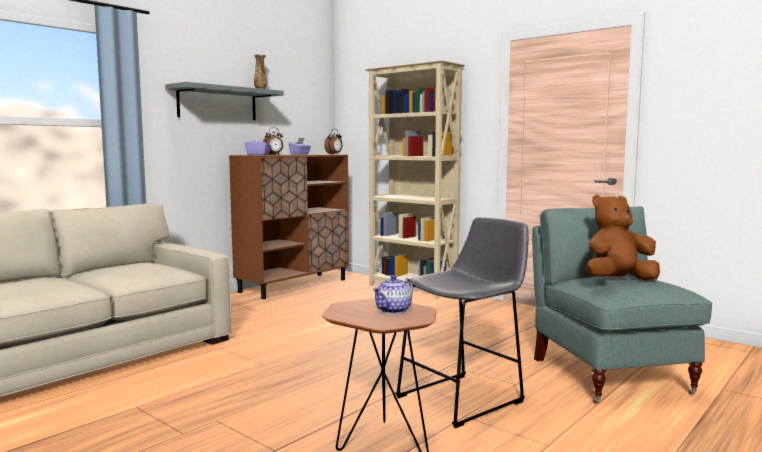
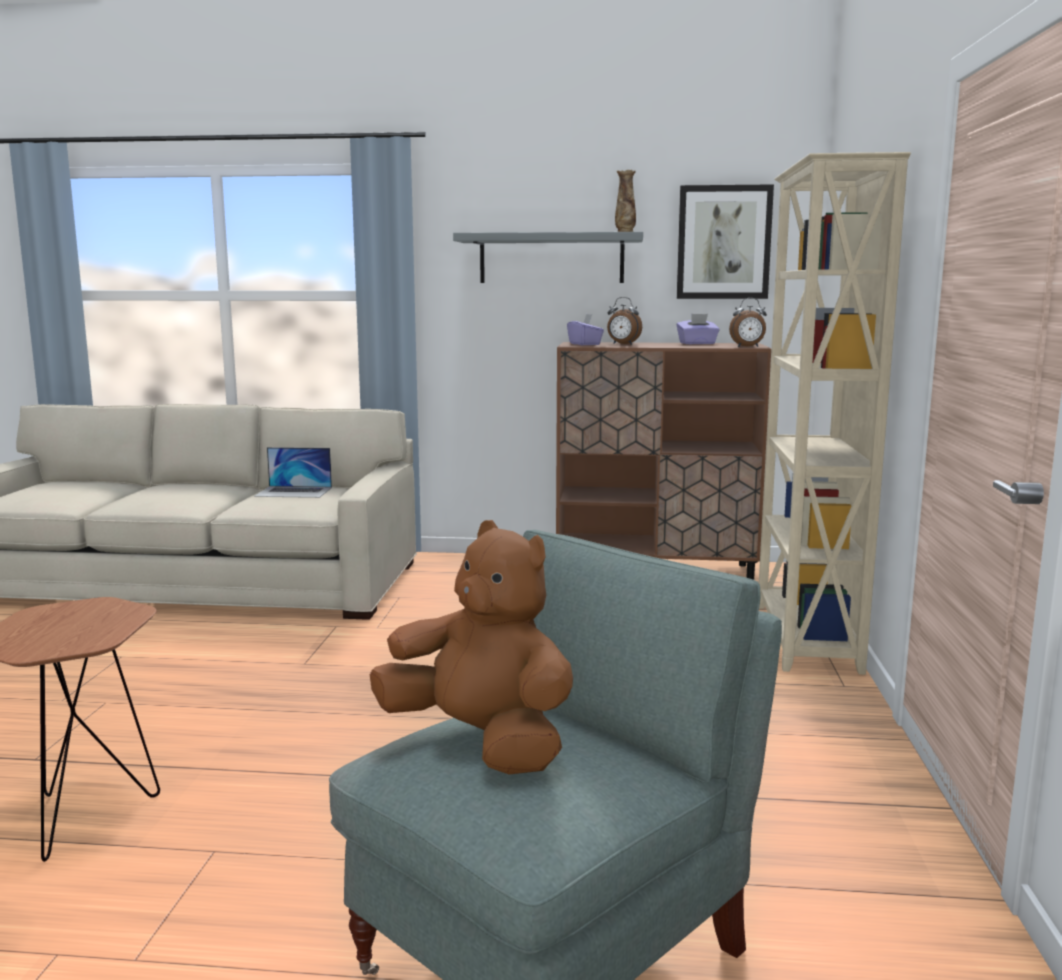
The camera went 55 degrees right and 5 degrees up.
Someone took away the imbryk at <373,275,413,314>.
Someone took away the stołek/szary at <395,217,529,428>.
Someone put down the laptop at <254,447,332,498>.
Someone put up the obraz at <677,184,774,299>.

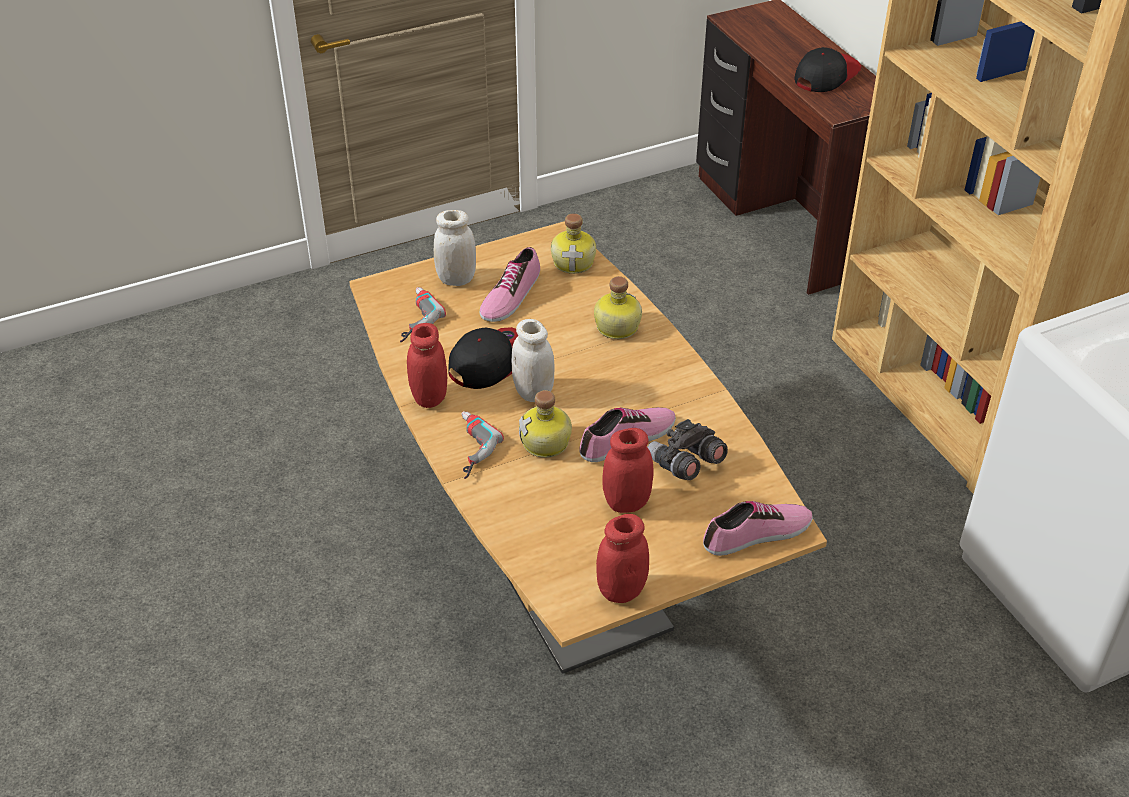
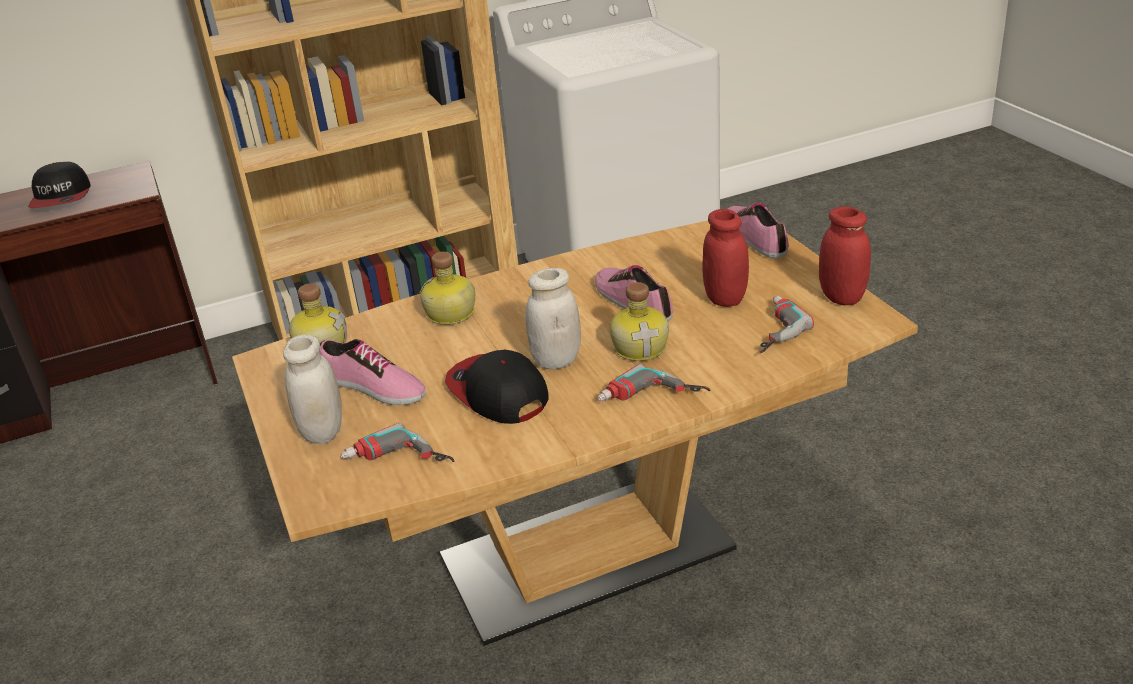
The camera went 85 degrees left and 10 degrees down.
Someone took away the słoik/czerwony at <407,323,447,408>.
Someone took away the lornetka/szary at <647,419,728,480>.
Someone put down the wiertarka at <759,296,814,353>.
Someone rotated the czapka z daszkiem at <794,47,861,92> by 150 degrees counterclockwise.

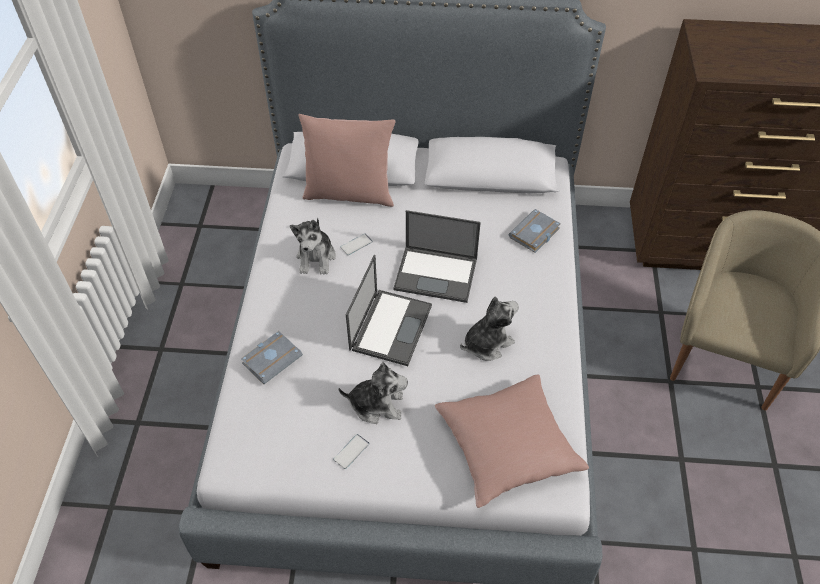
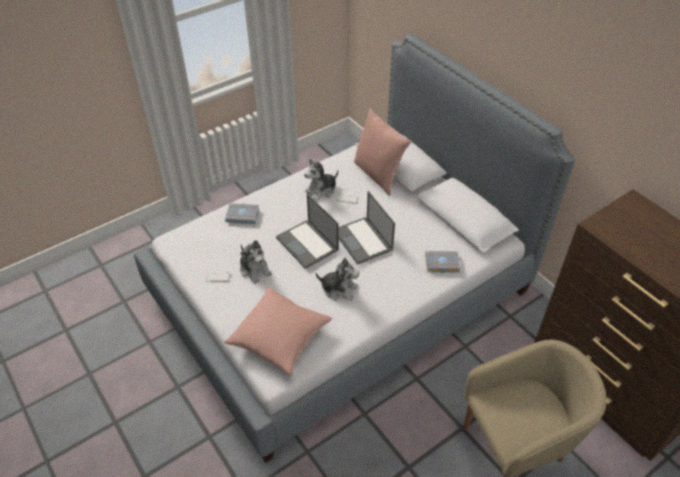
The camera went 50 degrees right and 5 degrees down.
Someone rotated the laptop at <346,255,432,366> by 75 degrees clockwise.

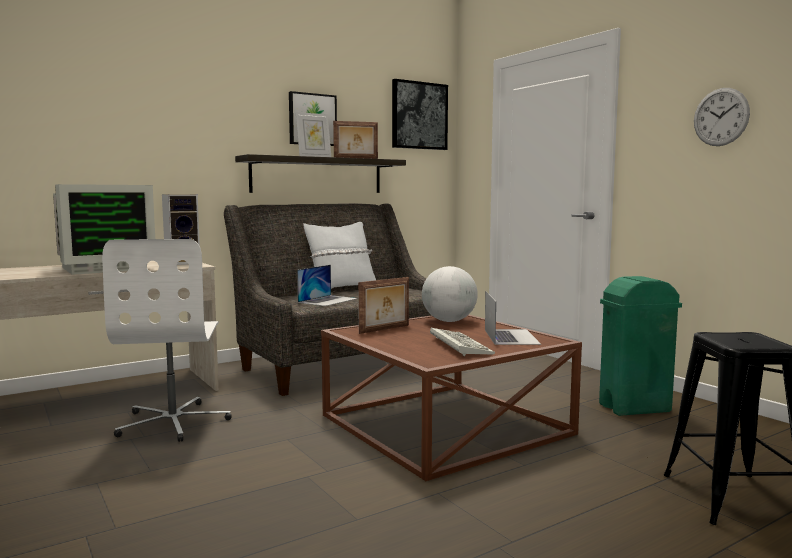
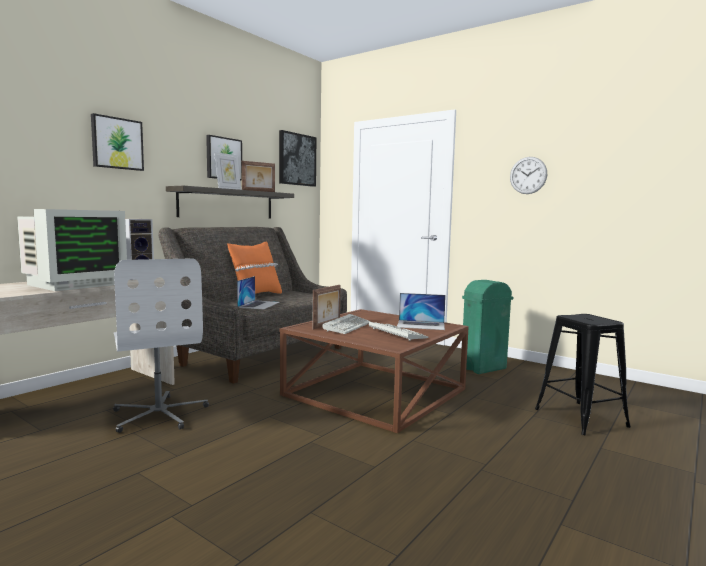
The camera went 20 degrees left and 0 degrees up.
Someone took away the globus at <422,266,478,322>.
Someone put up the obraz at <91,113,144,171>.
Someone put down the klawiatura at <322,314,371,334>.
Someone repainted the poduszka/biały at <303,222,376,289>, which became the poduszka/pomarańczowy at <227,242,282,294>.
Someone rotated the laptop at <485,291,541,345> by 120 degrees clockwise.

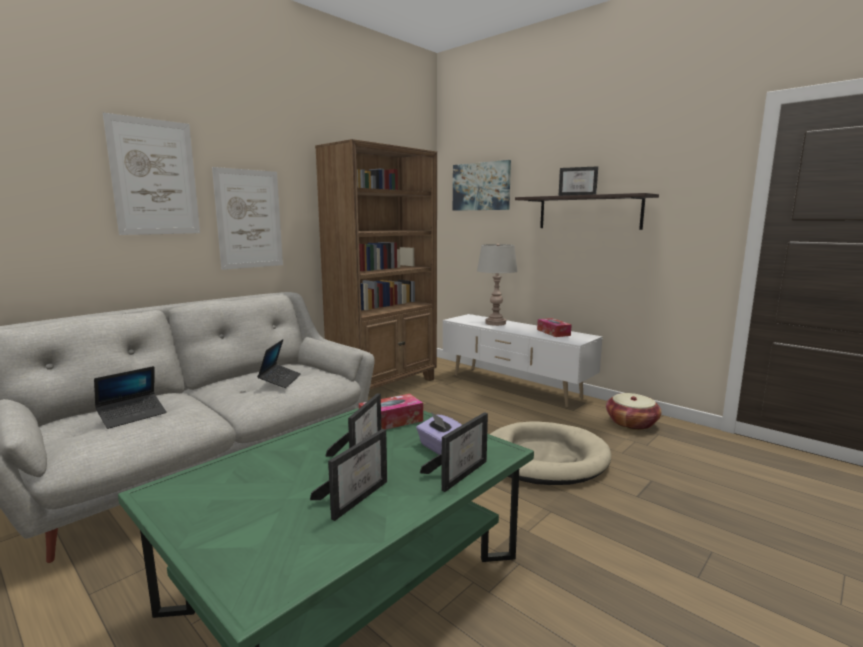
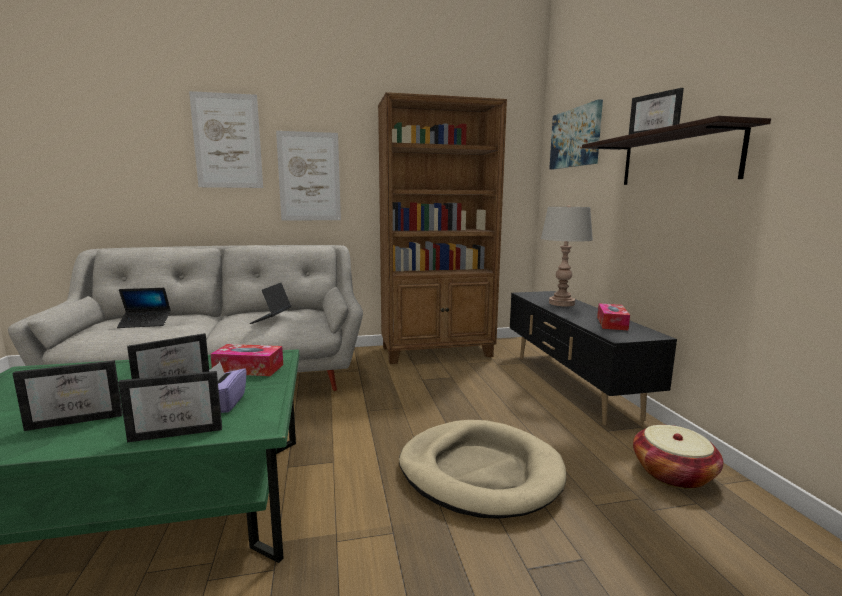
The camera went 35 degrees right and 0 degrees up.
Someone repainted the szafka pod telewizor/biały at <443,314,603,407>, which became the szafka pod telewizor/czarny at <510,291,677,425>.
Someone rotated the laptop at <257,339,301,388> by 150 degrees clockwise.

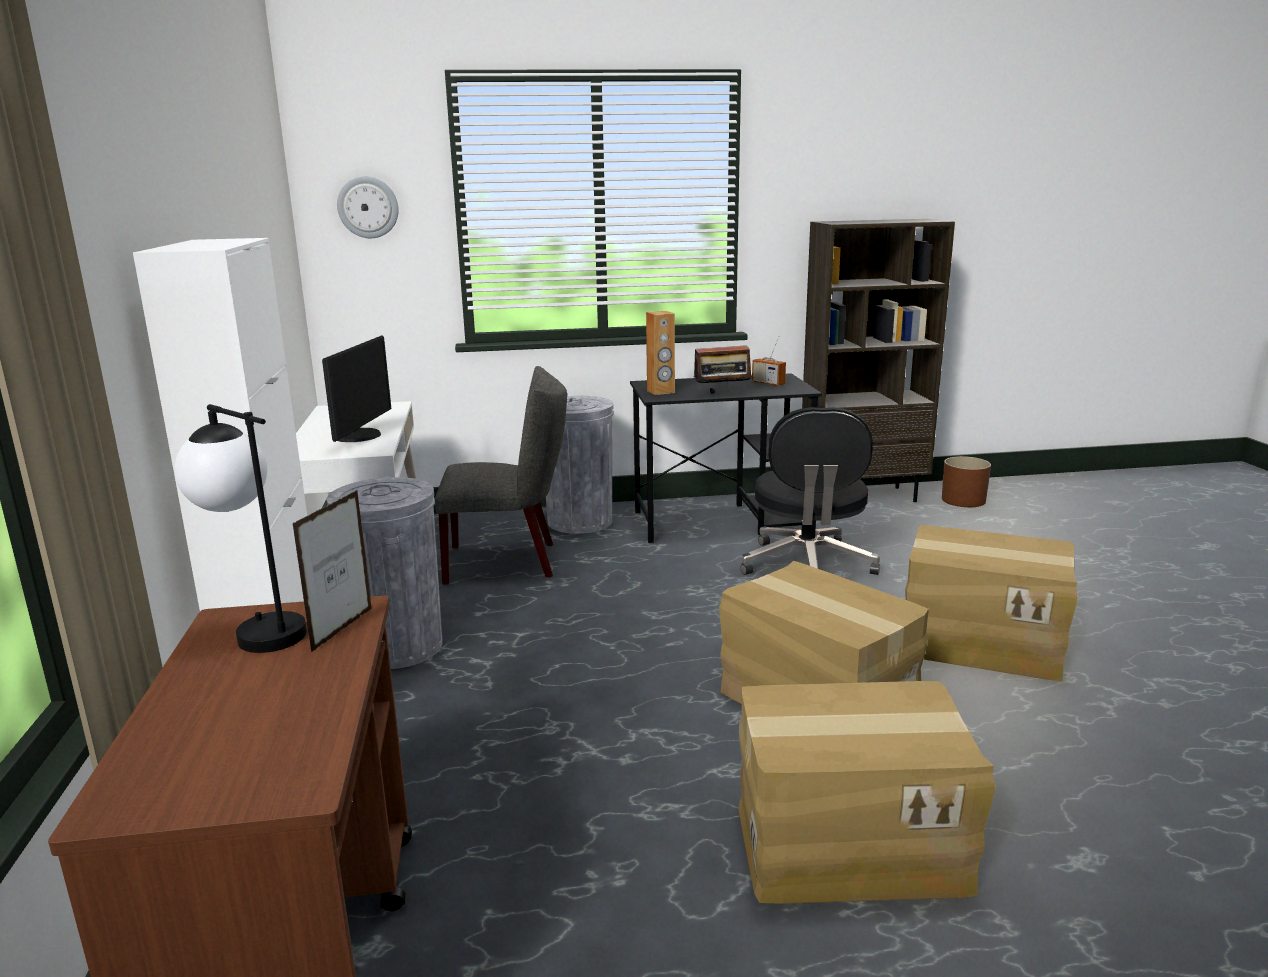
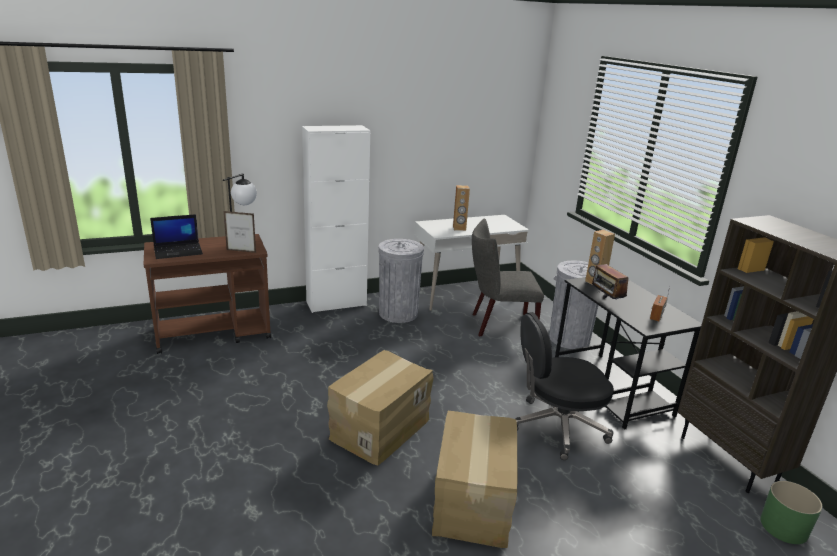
The camera went 75 degrees right and 5 degrees up.
Someone took away the zegar ścienny at <337,176,399,238>.
Someone took away the karton at <739,681,996,904>.
Someone put down the laptop at <150,214,203,259>.
Someone swapped the monitor at <322,336,391,442> for the głośnik/brązowy at <453,185,470,231>.
Someone repainted the donica/brązowy at <942,456,991,507>, which became the donica/zielony at <761,481,823,544>.
Someone rotated the krzesło/szary at <435,366,567,585> by 105 degrees clockwise.

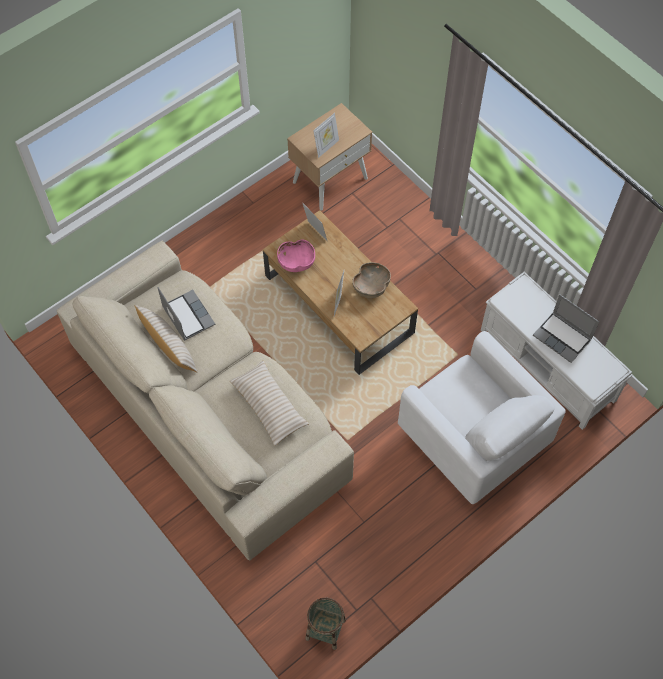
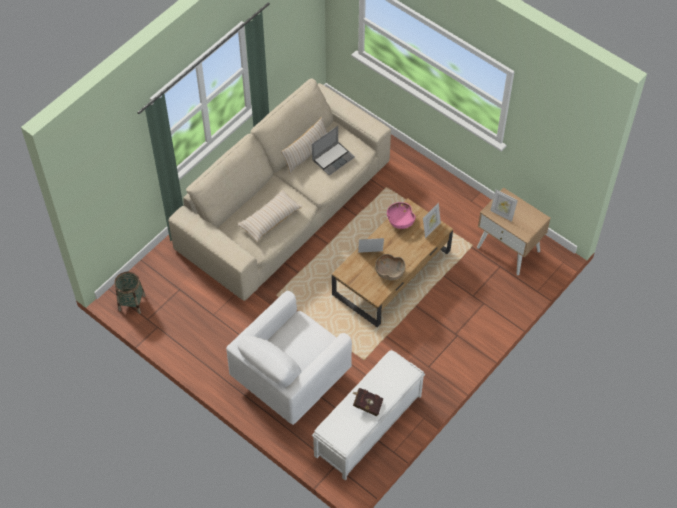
The camera went 80 degrees right and 5 degrees down.
Someone swapped the laptop at <533,294,599,363> for the książka/czerwony at <352,388,383,416>.

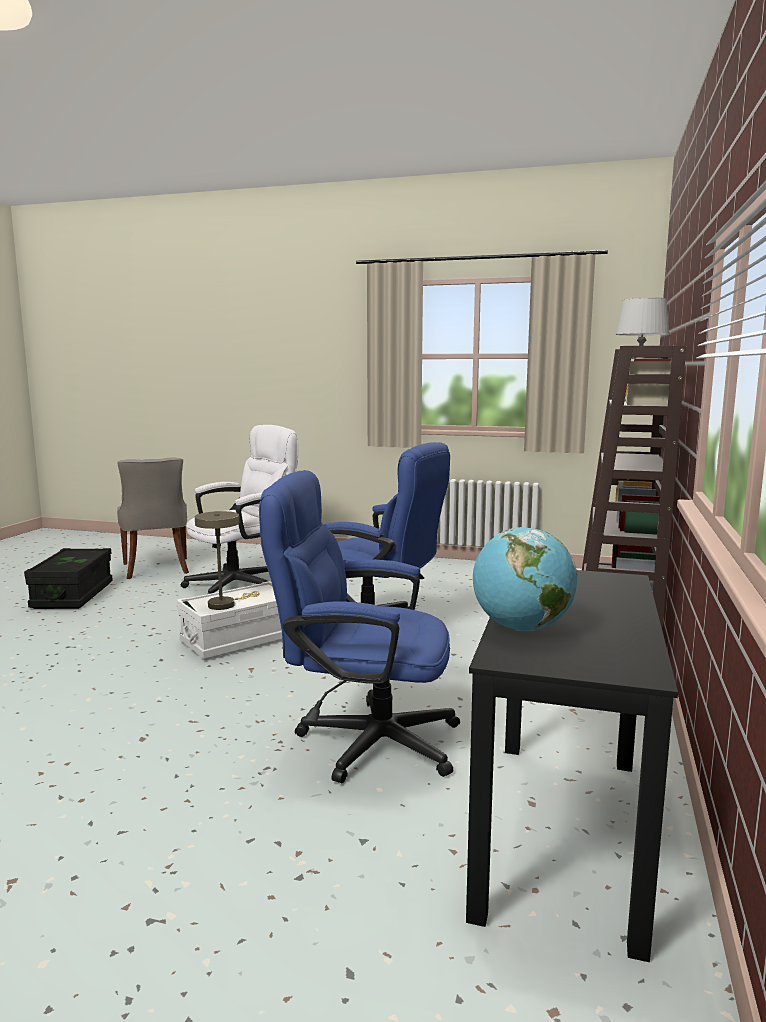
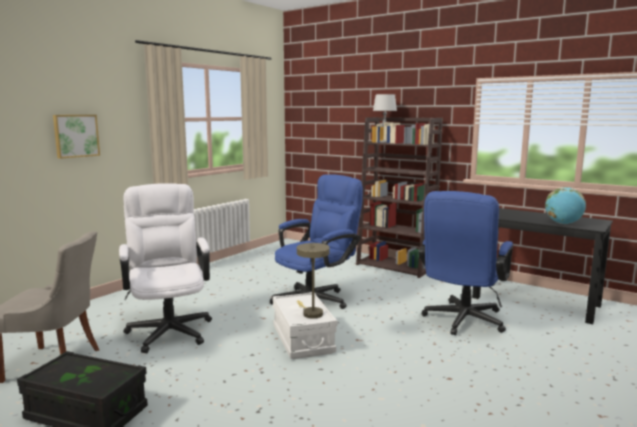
The camera went 70 degrees left and 0 degrees up.
Someone put up the obraz at <53,115,100,159>.

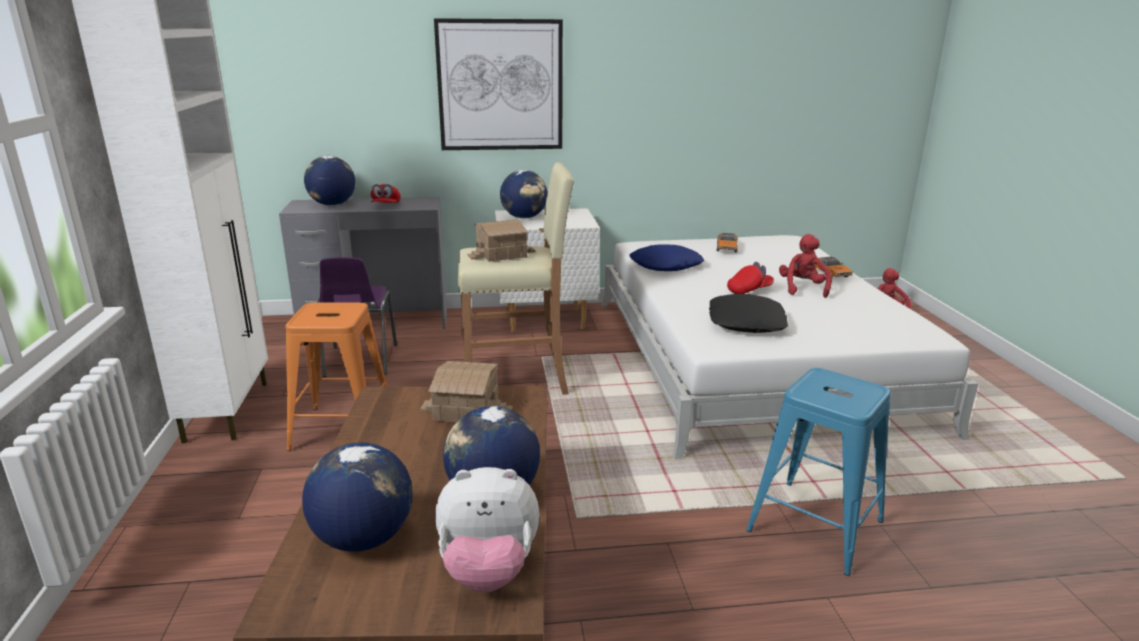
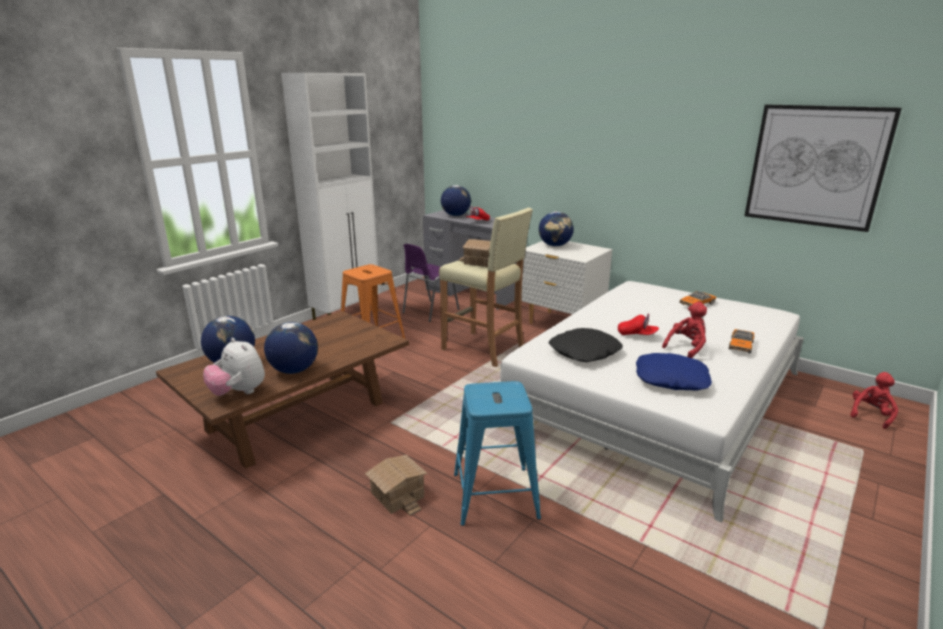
The camera went 45 degrees right and 0 degrees up.
Someone carried the domek from <420,361,513,422> to <365,455,427,516>.
Someone carried the obraz from <434,18,563,150> to <744,104,902,232>.
Someone carried the poduszka/niebieski from <629,244,704,271> to <636,353,712,391>.

